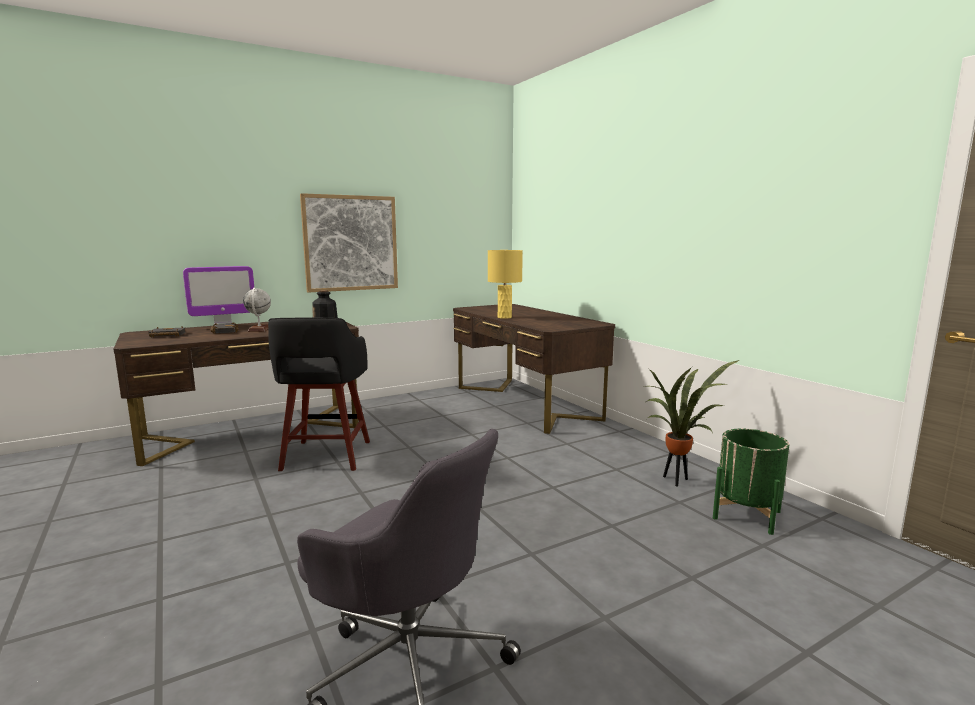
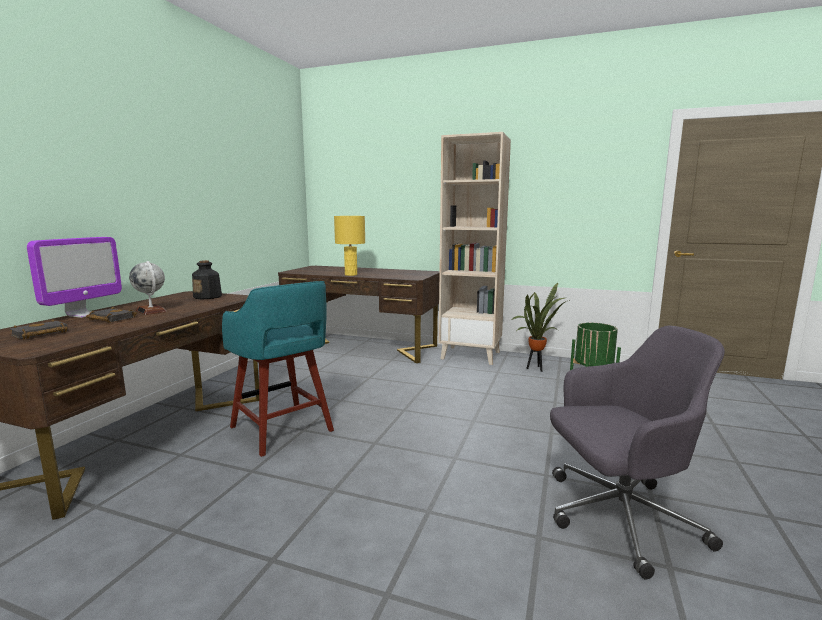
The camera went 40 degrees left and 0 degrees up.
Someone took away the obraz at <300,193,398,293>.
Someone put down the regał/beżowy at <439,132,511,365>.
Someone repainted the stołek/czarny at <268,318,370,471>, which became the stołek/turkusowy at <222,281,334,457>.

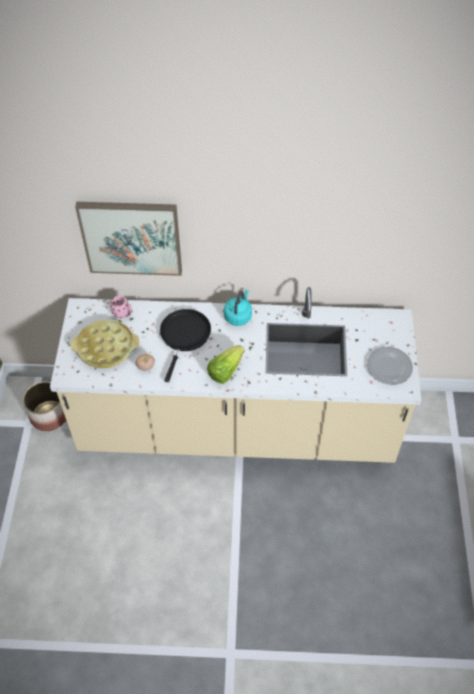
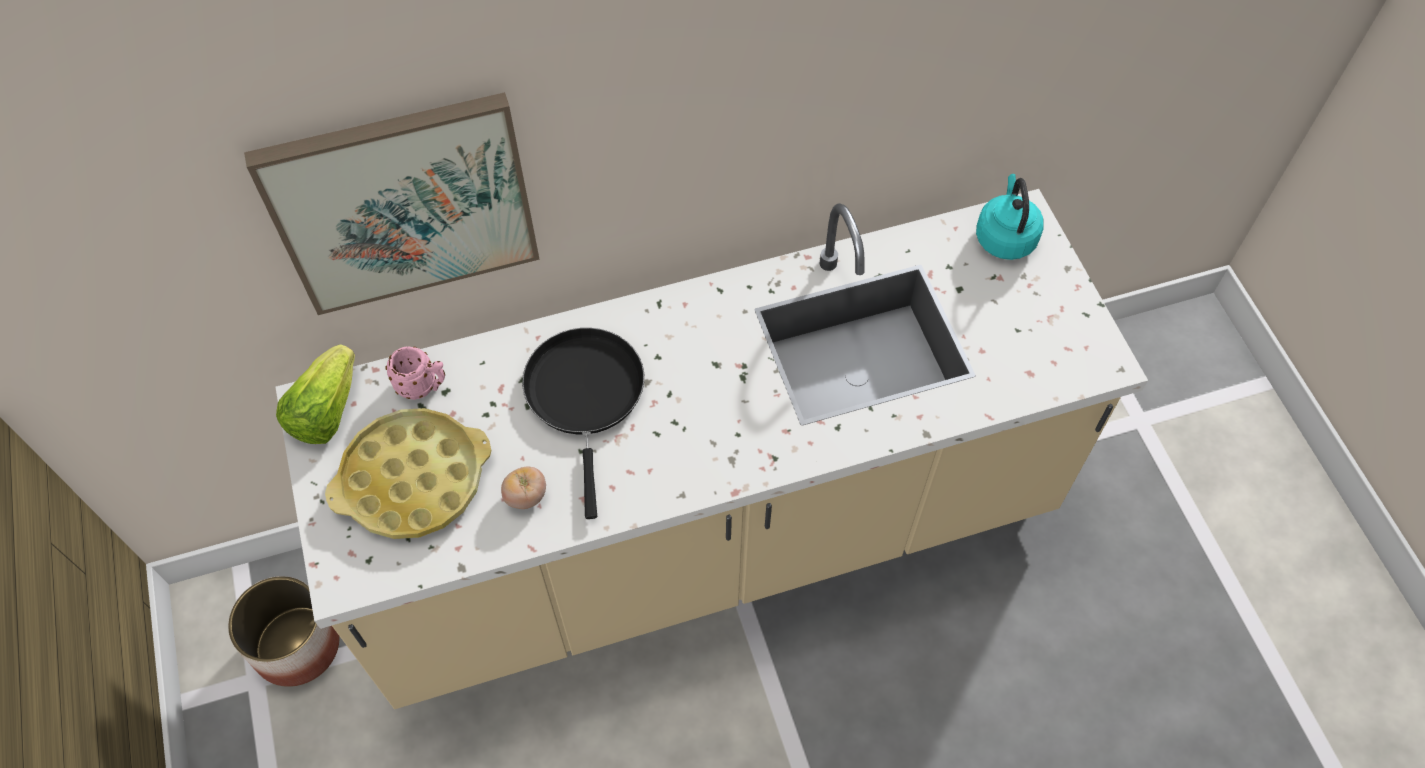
The camera went 20 degrees left and 5 degrees up.
Someone took away the talerz at <367,347,413,385>.
Someone carried the sałata from <207,345,244,384> to <276,344,355,444>.
Someone carried the czajnik/turkusowy from <224,290,252,326> to <976,174,1044,260>.

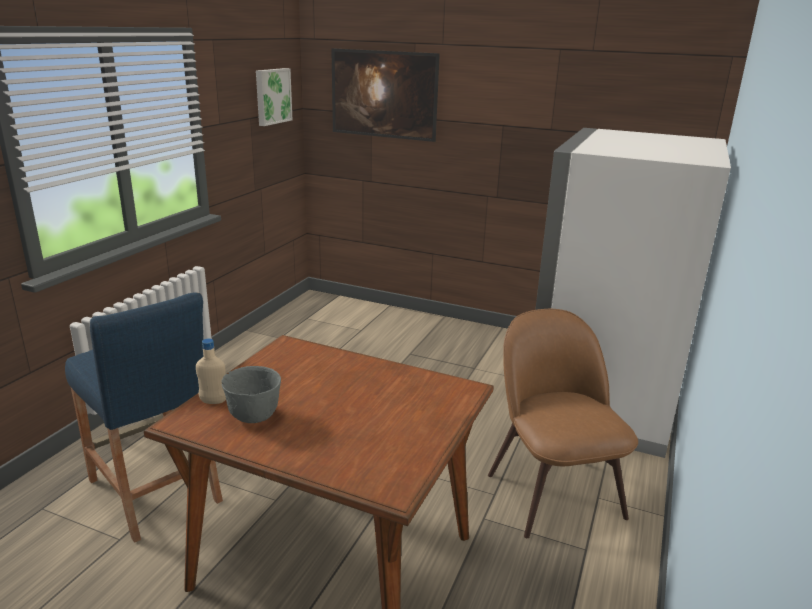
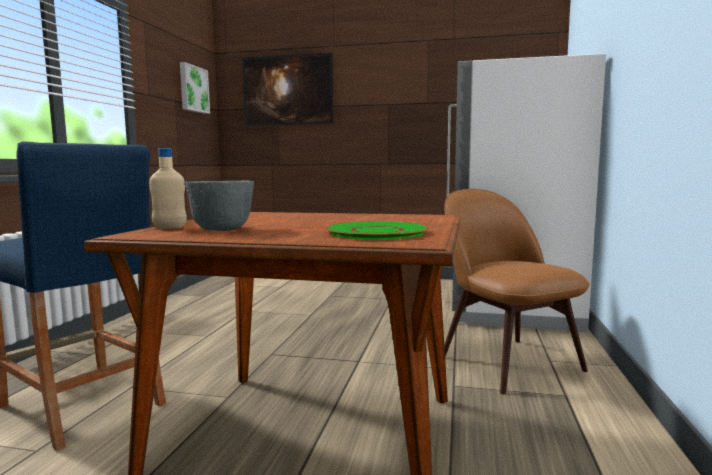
The camera went 10 degrees left and 15 degrees down.
Someone put down the talerz/zielony at <325,221,430,240>.

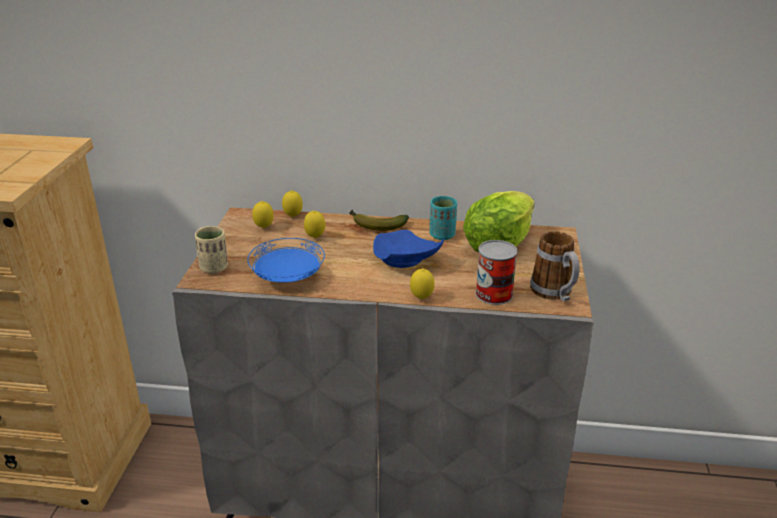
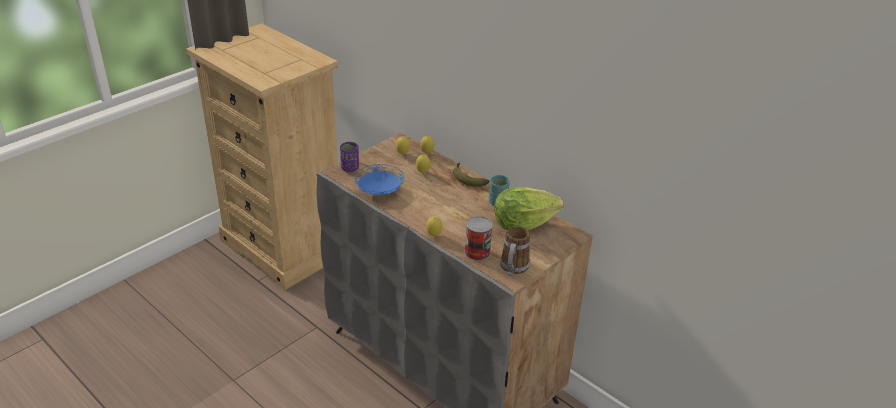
The camera went 35 degrees right and 5 degrees up.
Someone took away the talerz/niebieski at <373,230,444,268>.
Someone repainted the filiżanka/beżowy at <195,226,228,274>, which became the filiżanka/fioletowy at <340,142,359,172>.

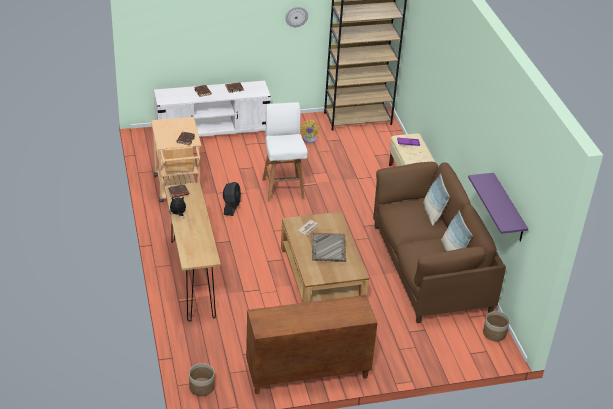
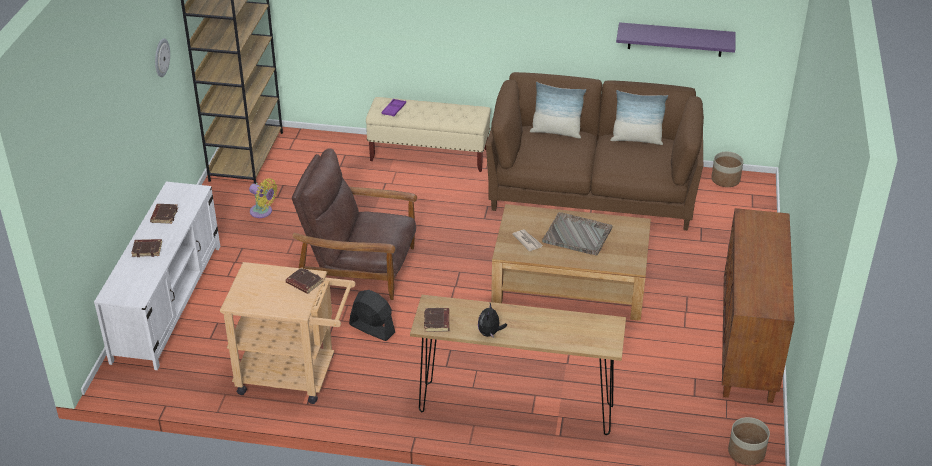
The camera went 65 degrees left and 0 degrees up.
Someone swapped the stołek/biały at <262,102,308,202> for the fotel/brązowy at <292,148,417,300>.

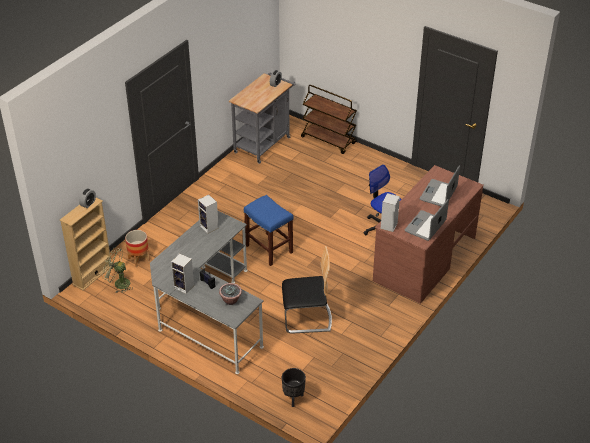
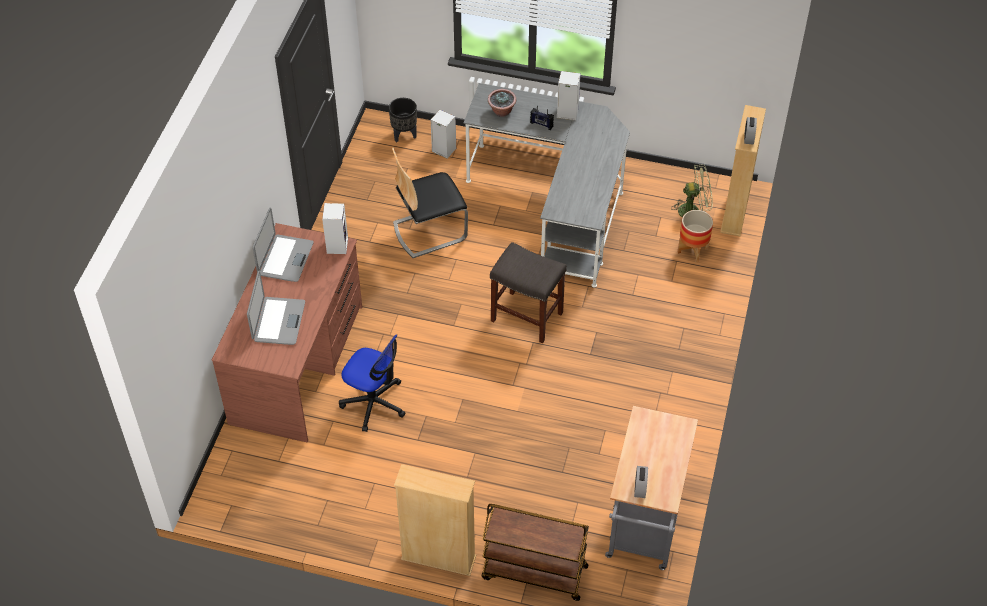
The camera went 160 degrees right and 10 degrees up.
Someone put down the regał/beżowy at <394,464,476,576>.
Someone carried the głośnik from <198,195,219,233> to <431,110,456,159>.
Someone repainted the stołek/niebieski at <244,195,294,266>, which became the stołek/szary at <490,242,567,344>.

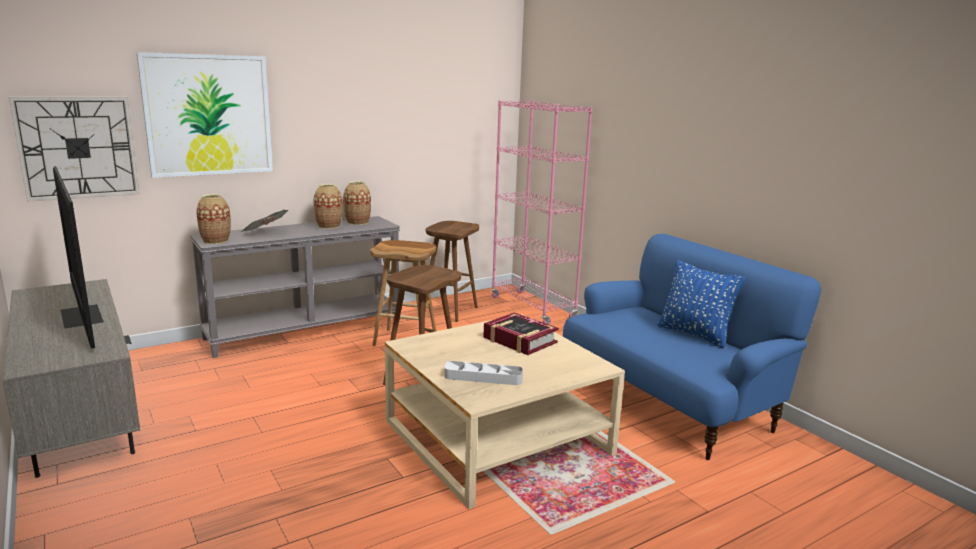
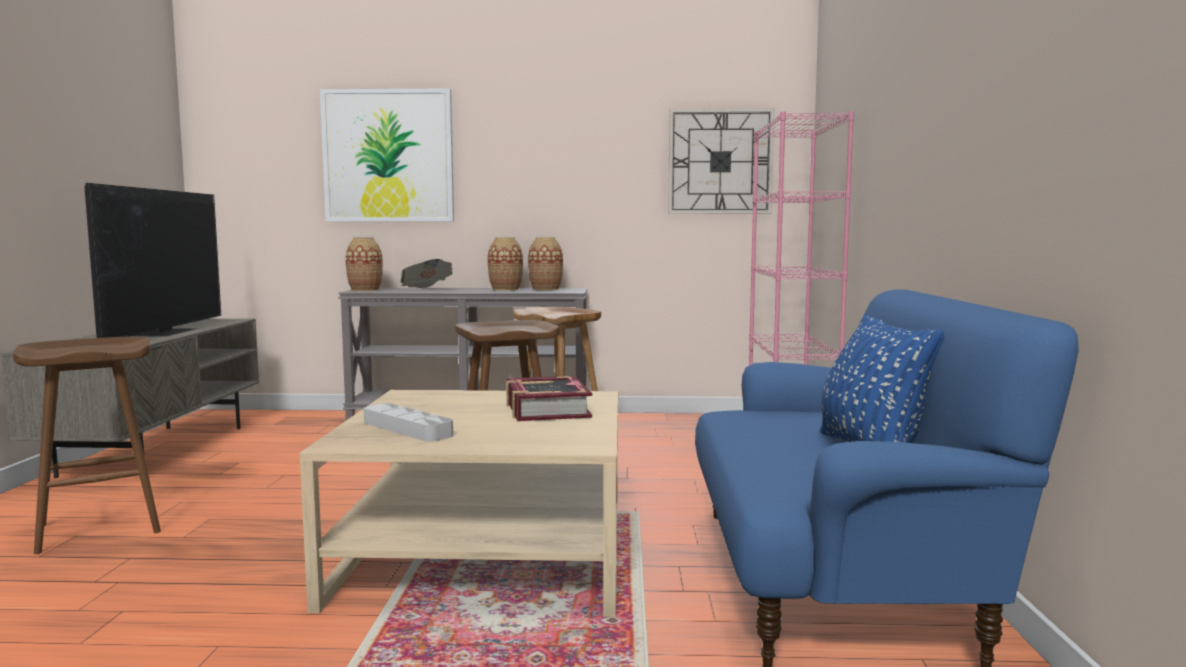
The camera went 35 degrees right and 10 degrees down.
Someone carried the zegar ścienny from <9,97,140,202> to <668,108,774,214>.
Someone carried the stołek/brązowy from <425,221,479,322> to <13,336,161,554>.

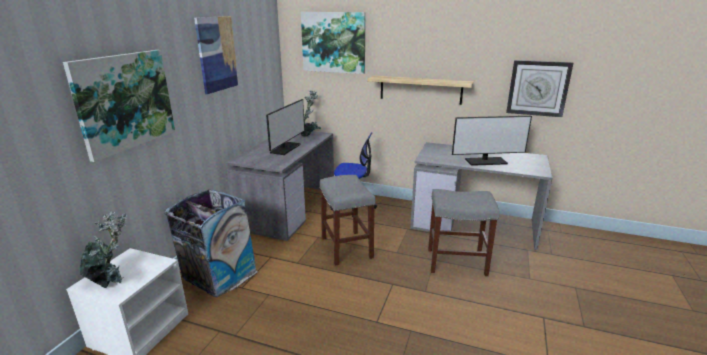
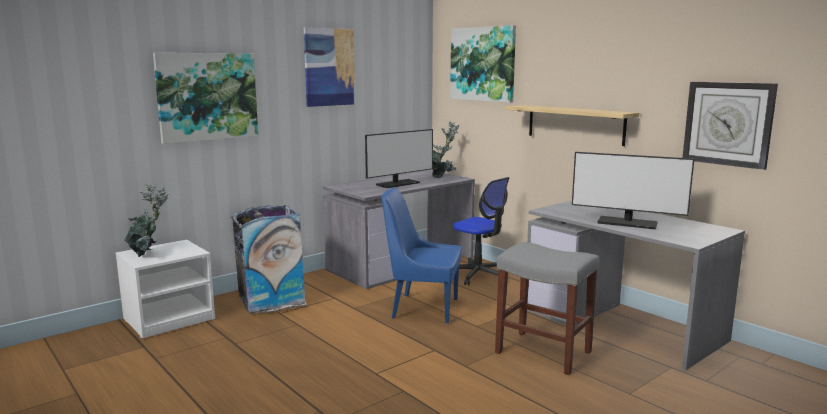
The camera went 30 degrees right and 10 degrees down.
Someone swapped the stołek/szary at <320,175,376,266> for the krzesło/niebieski at <381,187,461,323>.

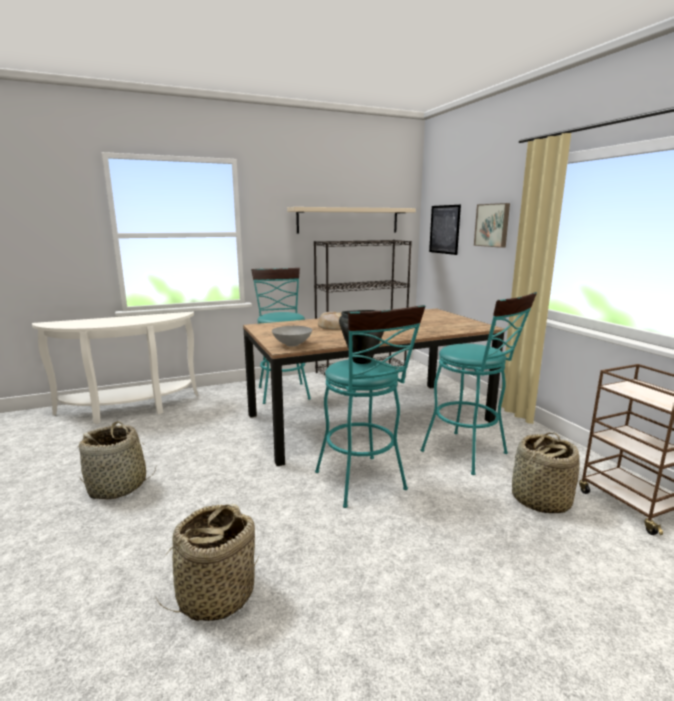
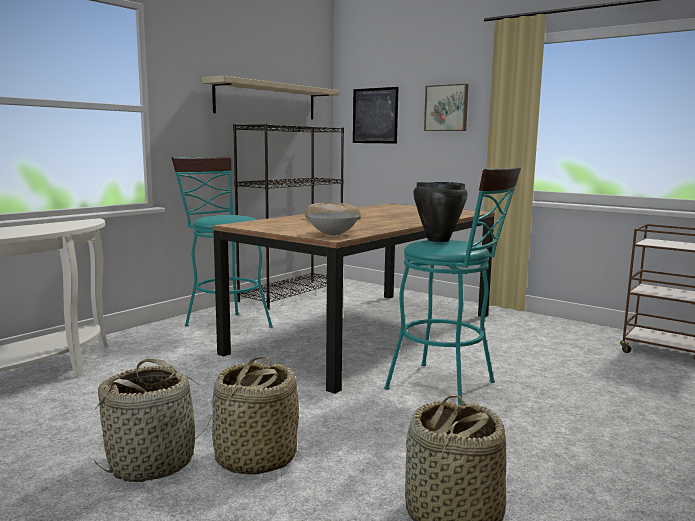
The camera went 30 degrees left and 5 degrees down.
Someone took away the stołek/turkusowy at <421,292,537,475>.
Someone carried the koszyk from <512,433,579,513> to <212,356,299,475>.

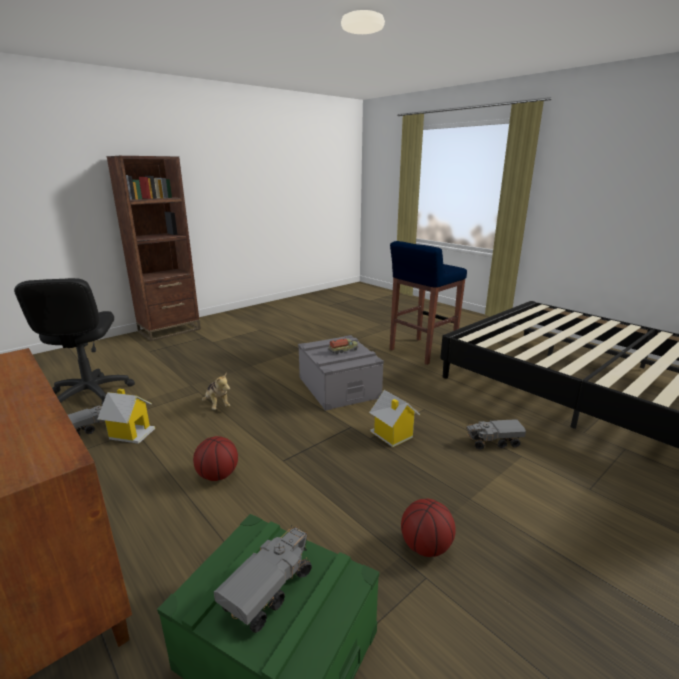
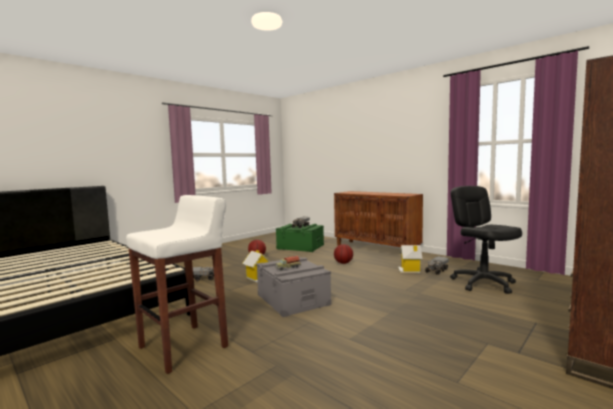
The camera went 175 degrees right and 15 degrees down.
Someone took away the pluszak at <202,374,230,410>.
Someone repainted the stołek/niebieski at <390,241,467,365>, which became the stołek/biały at <126,195,228,374>.

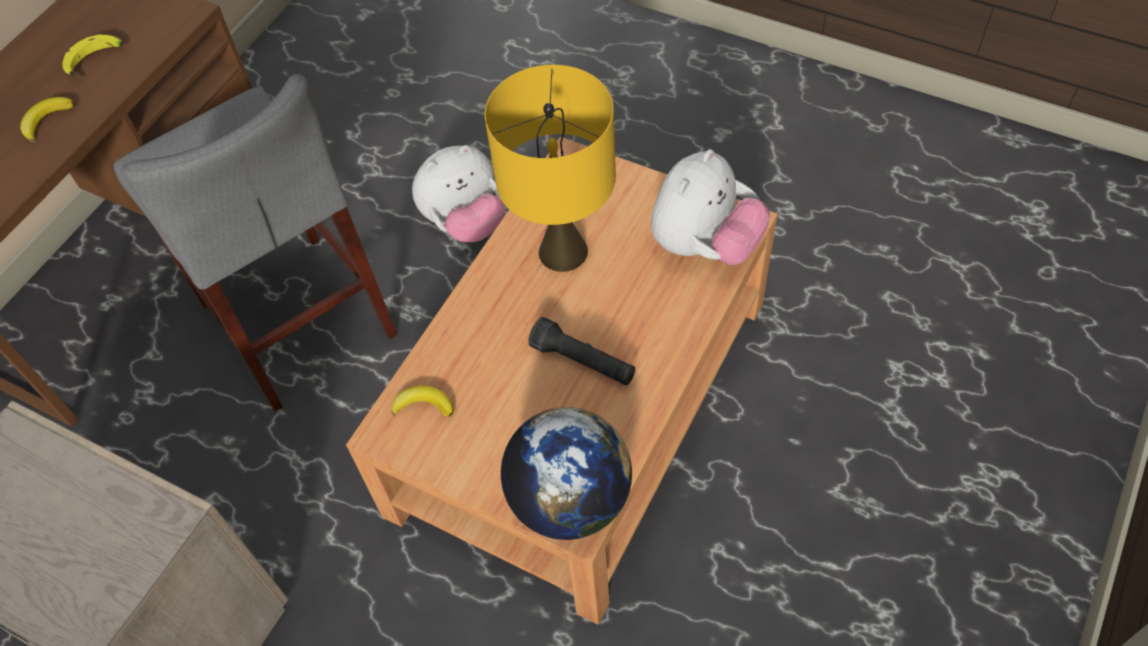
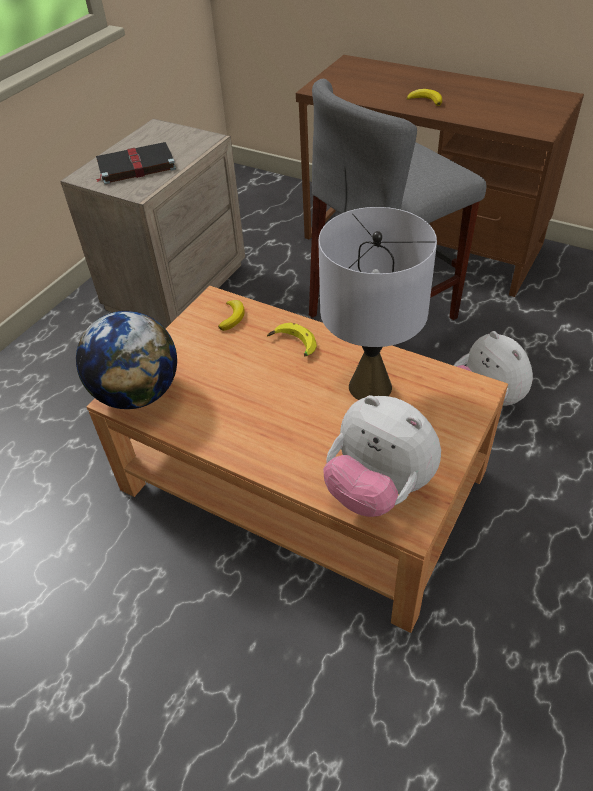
The camera went 90 degrees right and 10 degrees down.
Someone took away the latarka/czarny at <528,317,635,385>.
Someone put down the książka/czarny at <95,142,176,185>.
Someone carried the banan from <62,35,123,80> to <267,323,317,356>.
Someone repainted the lampa stołowa/żółty at <485,65,616,272>, which became the lampa stołowa/szary at <318,207,437,400>.

